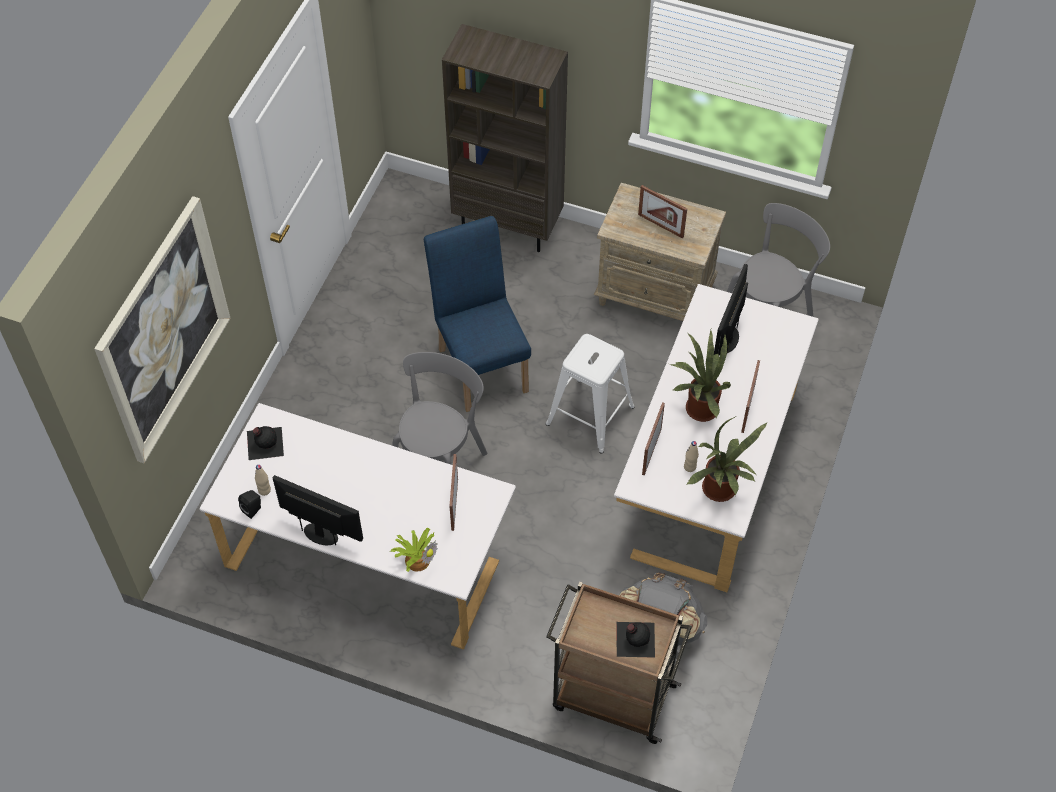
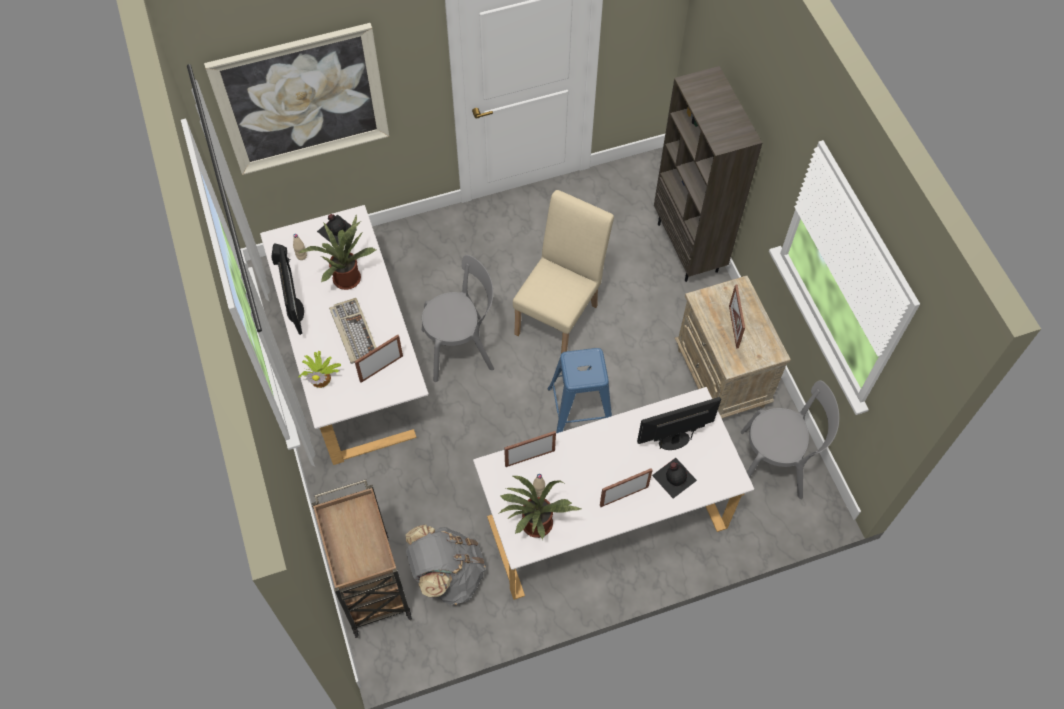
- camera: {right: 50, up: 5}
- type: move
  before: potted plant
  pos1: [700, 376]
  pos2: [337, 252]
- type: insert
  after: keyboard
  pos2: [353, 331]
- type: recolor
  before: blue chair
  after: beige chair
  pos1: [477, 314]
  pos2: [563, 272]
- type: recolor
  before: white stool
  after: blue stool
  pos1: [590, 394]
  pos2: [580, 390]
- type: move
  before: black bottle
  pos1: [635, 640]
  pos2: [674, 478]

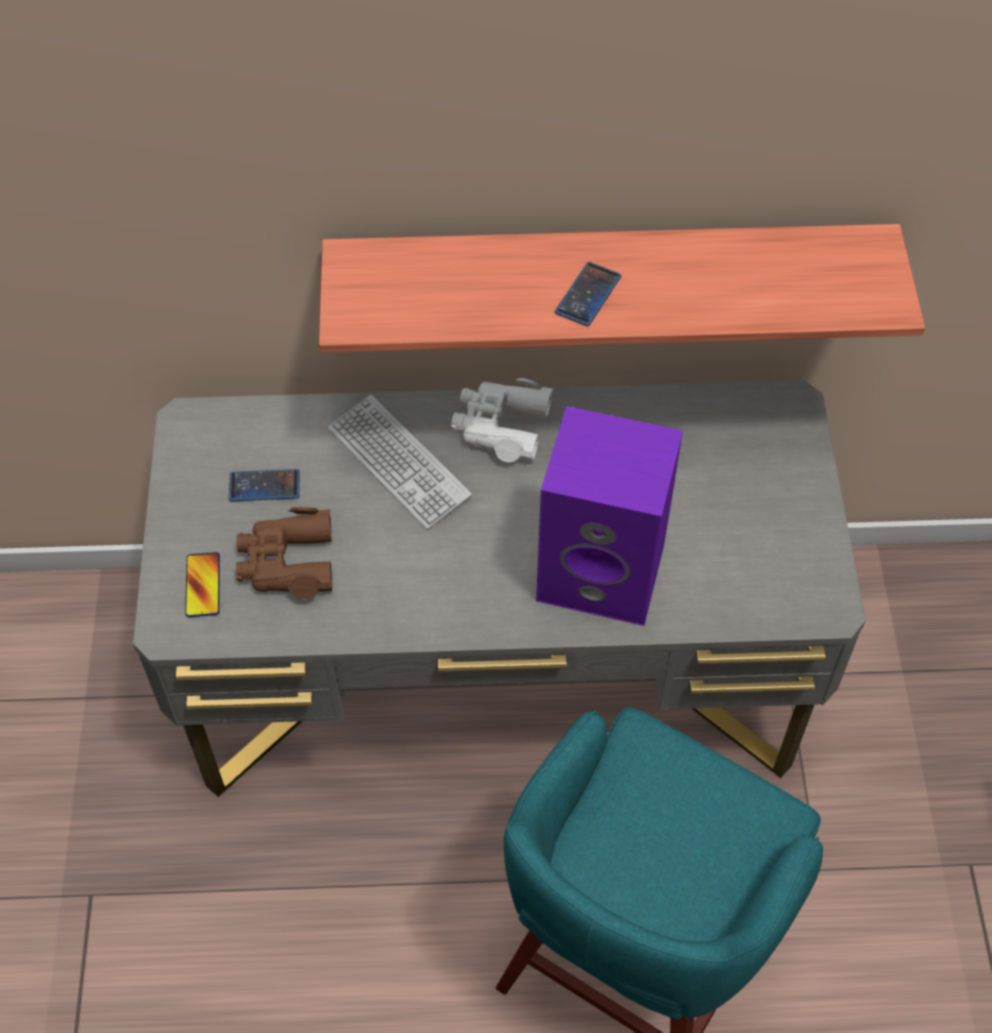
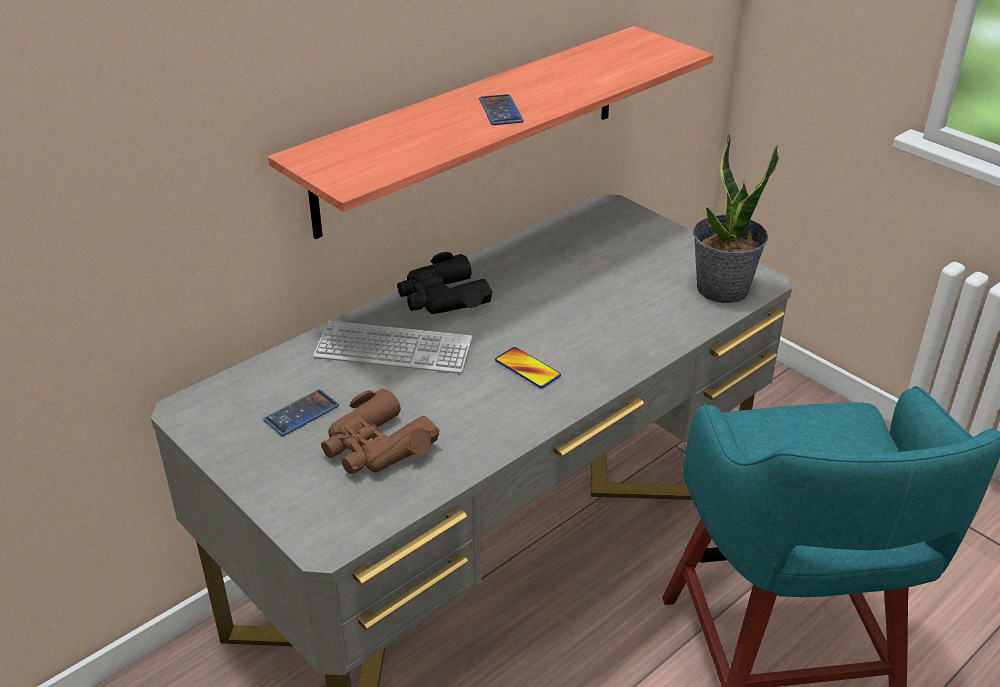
- camera: {right: -40, up: -20}
- type: recolor
  before: white binoculars
  after: black binoculars
  pos1: [502, 420]
  pos2: [445, 283]
- type: move
  before: phone
  pos1: [202, 584]
  pos2: [528, 367]
- type: insert
  after: potted plant
  pos2: [736, 218]
- type: delete
  before: purple speaker
  pos1: [609, 516]

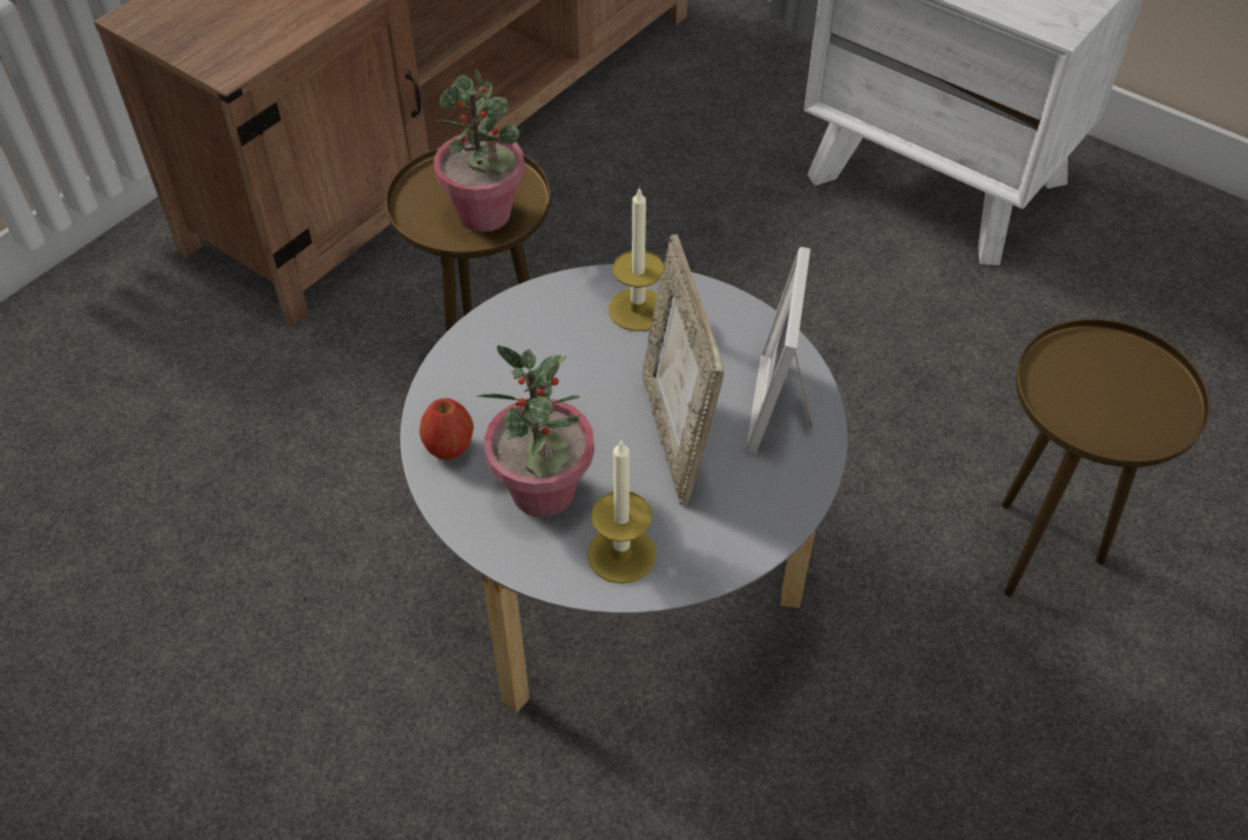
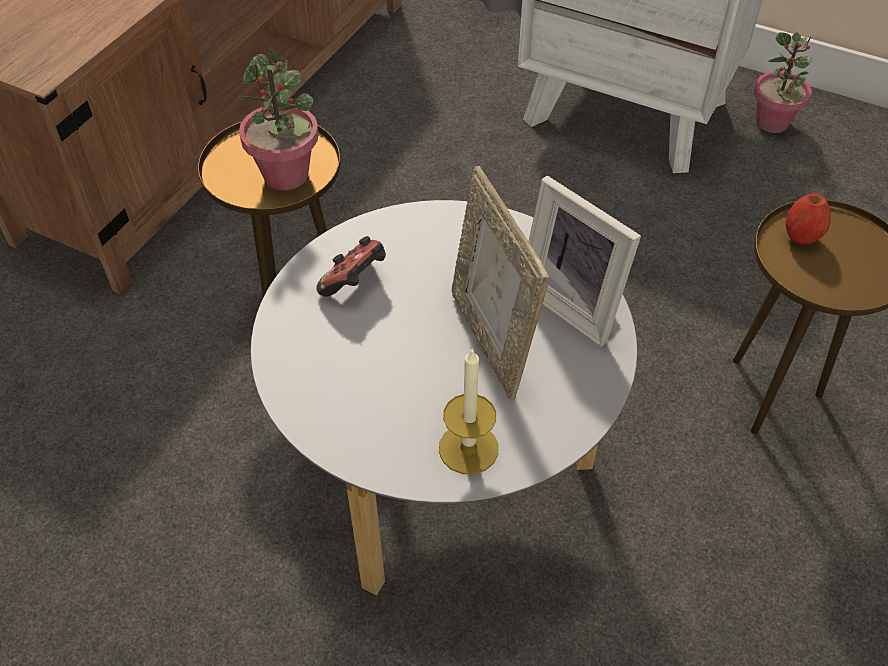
- camera: {right: -10, up: 0}
- type: insert
  after: game controller
  pos2: [351, 266]
- type: rotate
  before: picture frame
  pos1: [779, 350]
  pos2: [585, 261]
  turn: -45
- type: move
  before: potted plant
  pos1: [535, 431]
  pos2: [783, 82]
- type: move
  before: apple
  pos1: [446, 429]
  pos2: [808, 219]
- type: delete
  before: candle
  pos1: [636, 258]

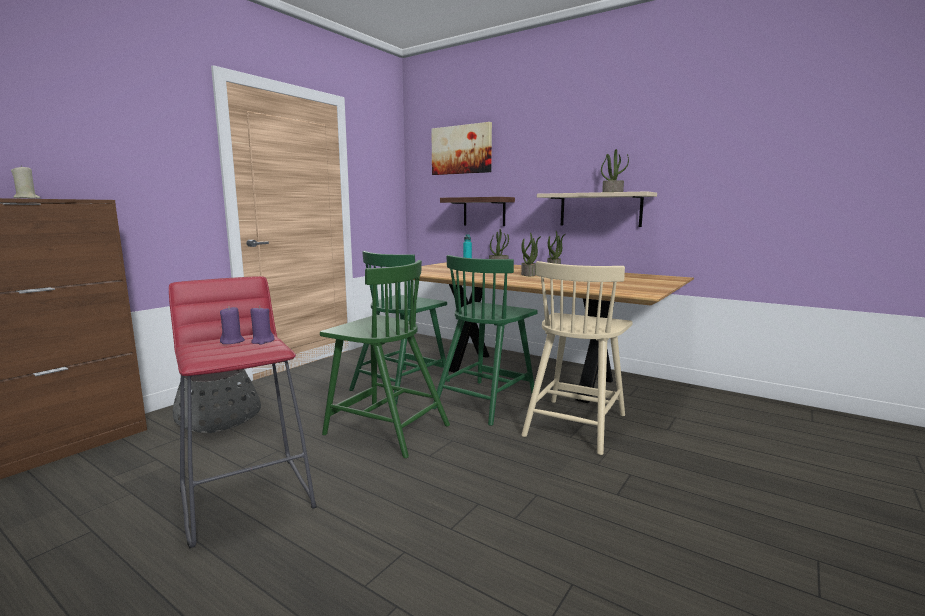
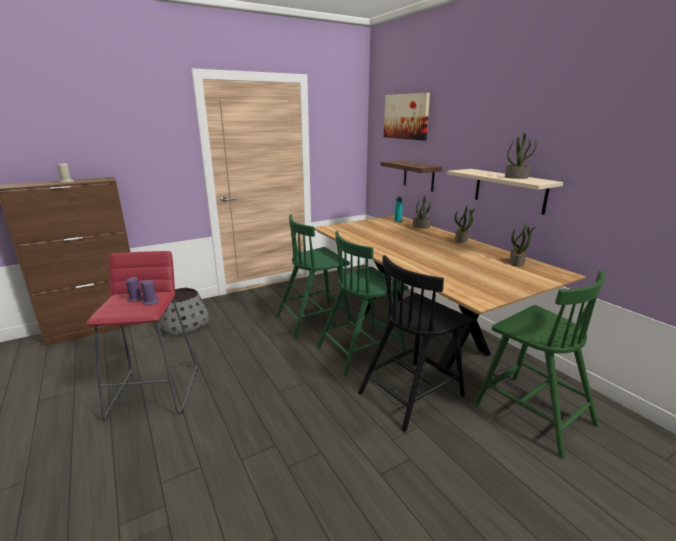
- camera: {right: 25, up: 10}
- type: recolor
  before: beige chair
  after: black chair
  pos1: [577, 358]
  pos2: [415, 343]
- type: move
  before: green chair
  pos1: [385, 359]
  pos2: [540, 364]
- type: move
  before: potted plant
  pos1: [531, 254]
  pos2: [522, 244]

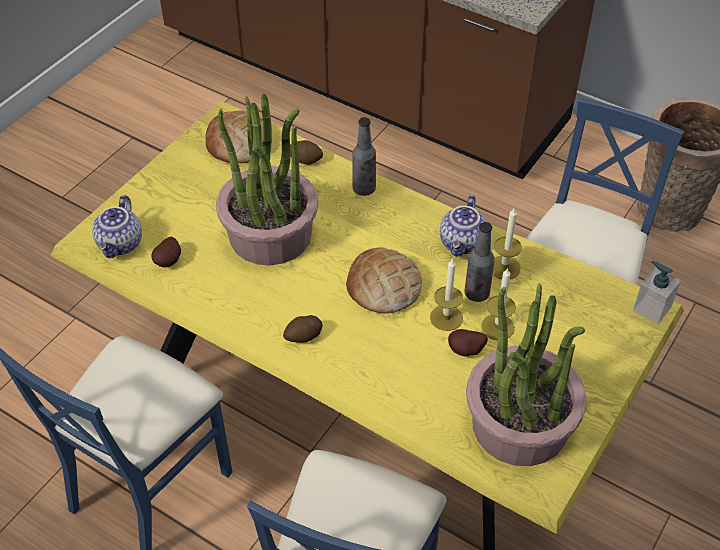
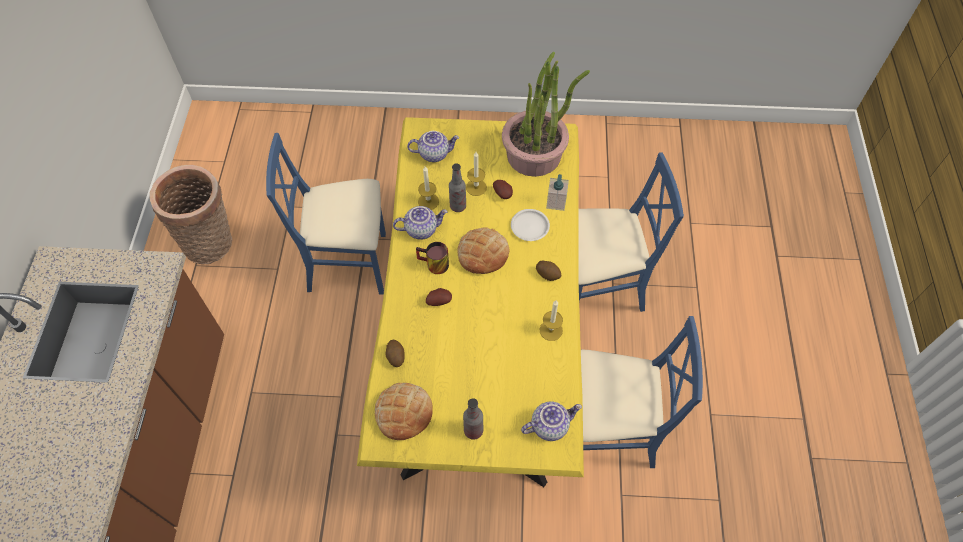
- camera: {right: -120, up: 10}
- type: insert
  after: teapot
  pos2: [433, 146]
- type: insert
  after: mug
  pos2: [432, 258]
- type: move
  before: potato
  pos1: [166, 252]
  pos2: [439, 297]
- type: move
  before: bottle
  pos1: [364, 156]
  pos2: [473, 419]
- type: insert
  after: white plate
  pos2: [530, 225]
- type: move
  before: candle
  pos1: [446, 294]
  pos2: [551, 321]
- type: move
  before: soap dispenser
  pos1: [657, 292]
  pos2: [557, 192]
- type: delete
  before: potted plant
  pos1: [267, 179]

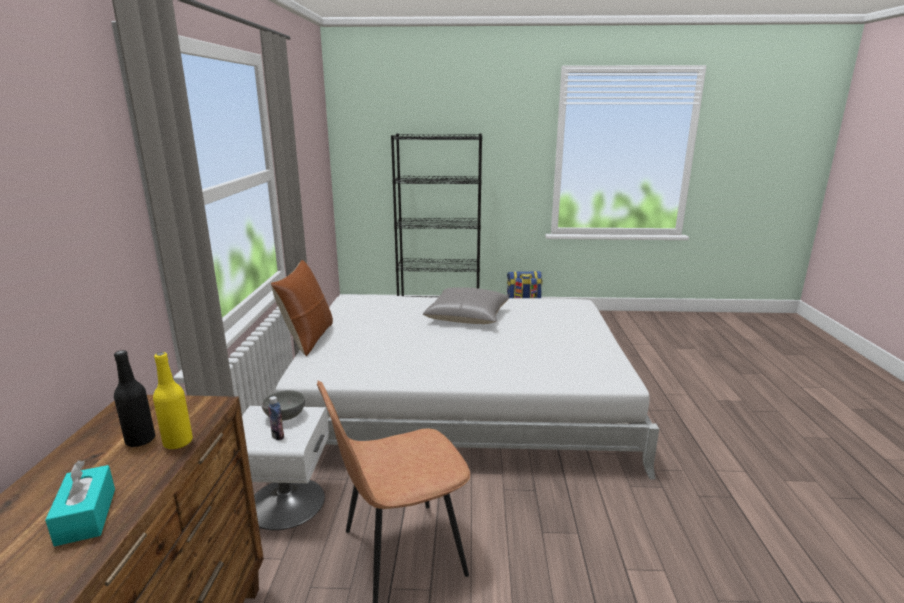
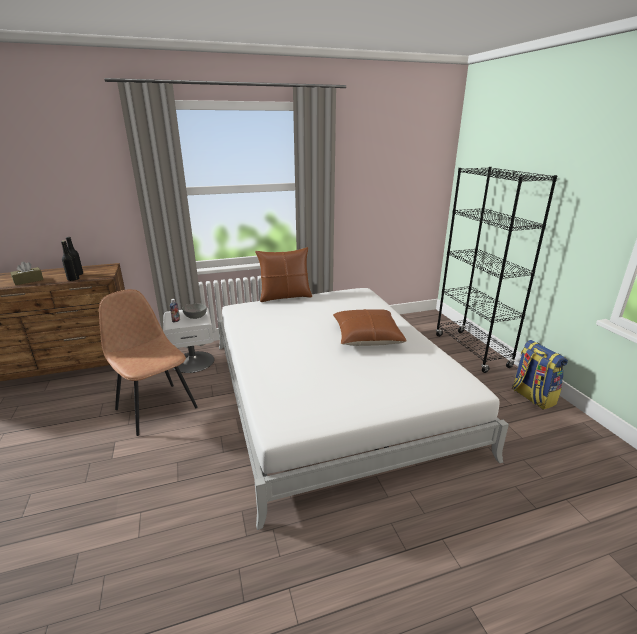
- camera: {right: 70, up: 5}
- type: recolor
  before: turquoise tissue box
  after: brown tissue box
  pos1: [80, 503]
  pos2: [27, 273]
- type: recolor
  before: yellow bottle
  after: black bottle
  pos1: [173, 401]
  pos2: [70, 261]
- type: recolor
  before: grey pillow
  after: brown pillow
  pos1: [466, 305]
  pos2: [369, 327]

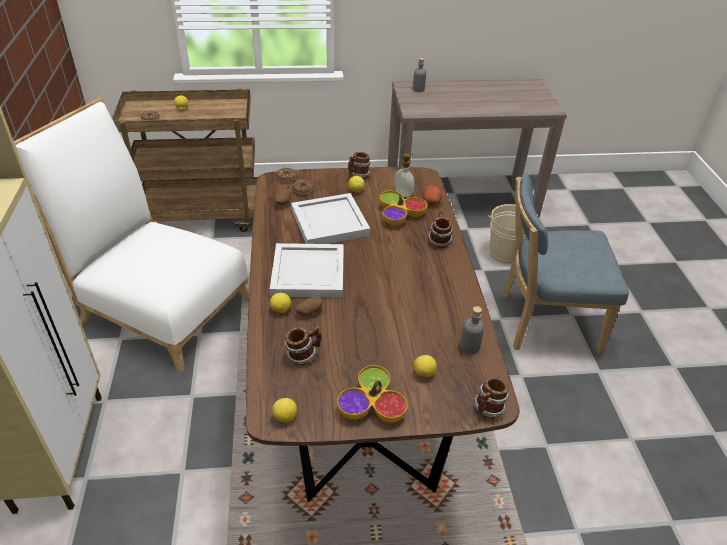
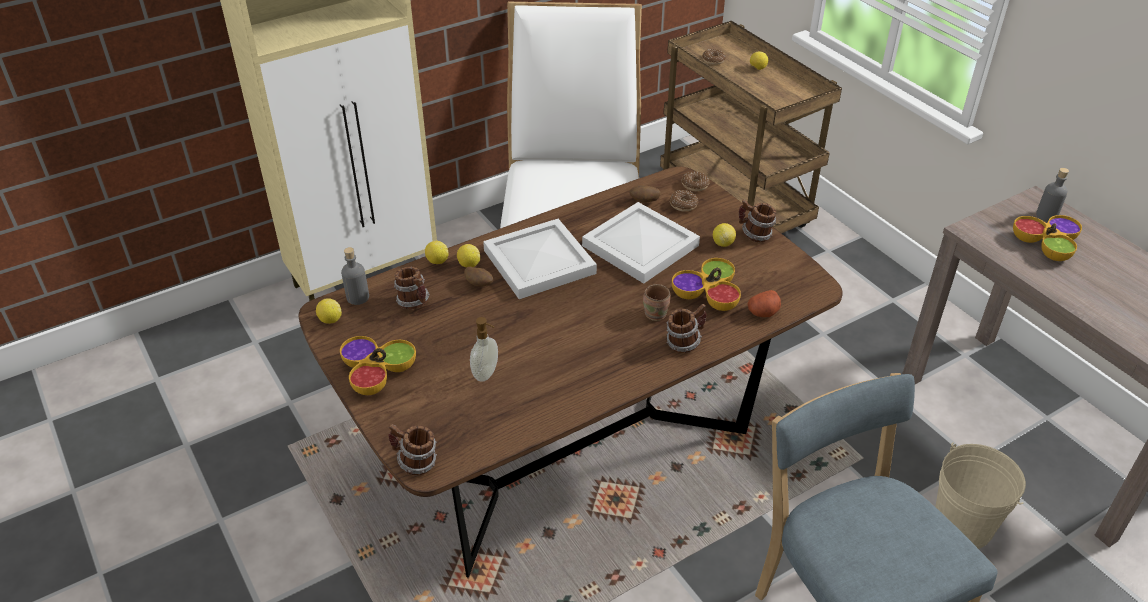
- camera: {right: 65, up: 0}
- type: move
  before: grey bottle
  pos1: [472, 330]
  pos2: [355, 276]
- type: move
  before: lemon
  pos1: [425, 366]
  pos2: [437, 252]
- type: move
  before: soap dispenser
  pos1: [404, 175]
  pos2: [484, 349]
- type: insert
  after: brown mug
  pos2: [657, 302]
- type: insert
  after: bowl
  pos2: [1047, 238]

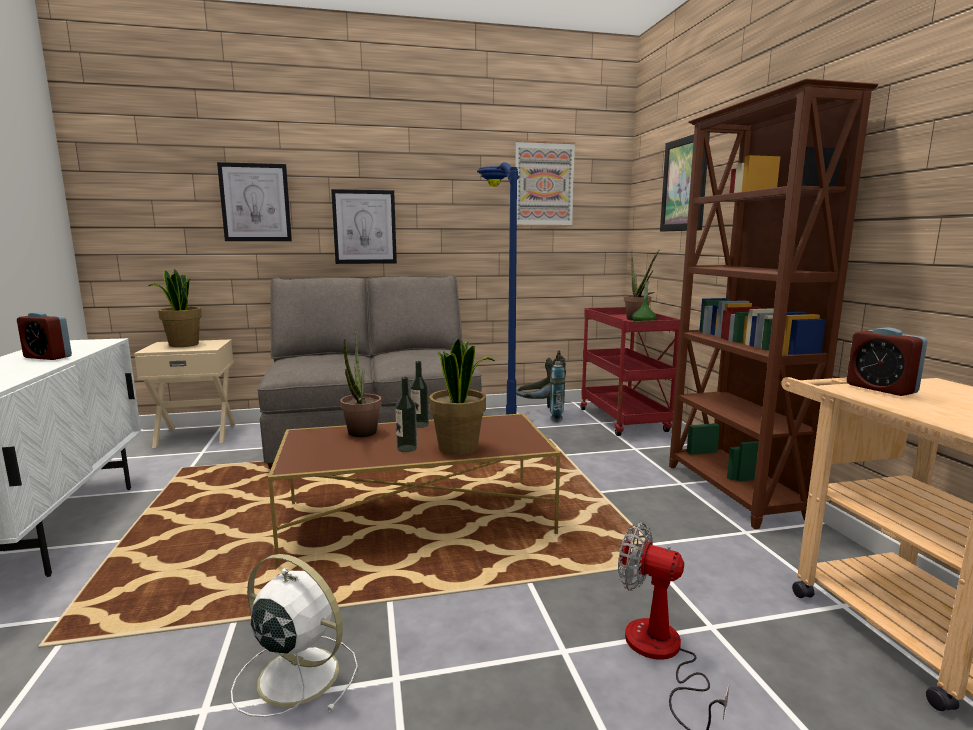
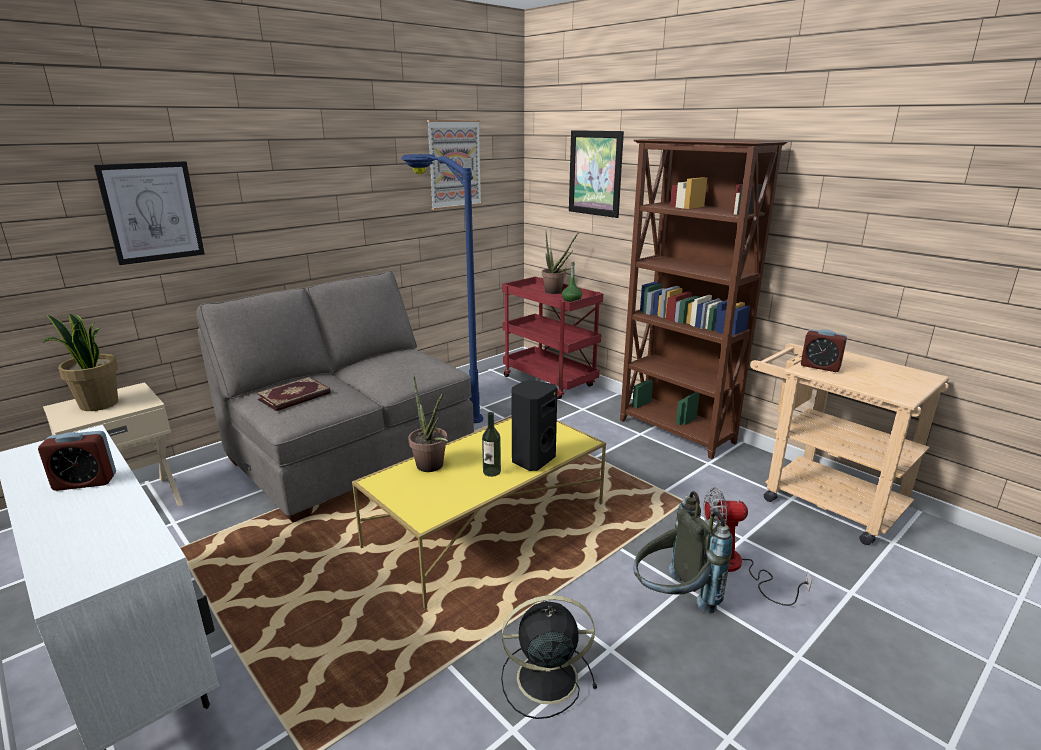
- camera: {right: -30, up: 10}
- type: insert
  after: book
  pos2: [293, 394]
- type: recolor
  before: brown coffee table
  after: yellow coffee table
  pos1: [414, 490]
  pos2: [479, 513]
- type: recolor
  before: white fan
  after: black fan
  pos1: [294, 635]
  pos2: [549, 657]
- type: replace
  before: potted plant
  after: black speaker
  pos1: [462, 397]
  pos2: [534, 425]
- type: move
  before: grey backpack
  pos1: [541, 386]
  pos2: [683, 552]
- type: delete
  before: picture
  pos1: [364, 226]
- type: delete
  before: bottle
  pos1: [419, 394]

